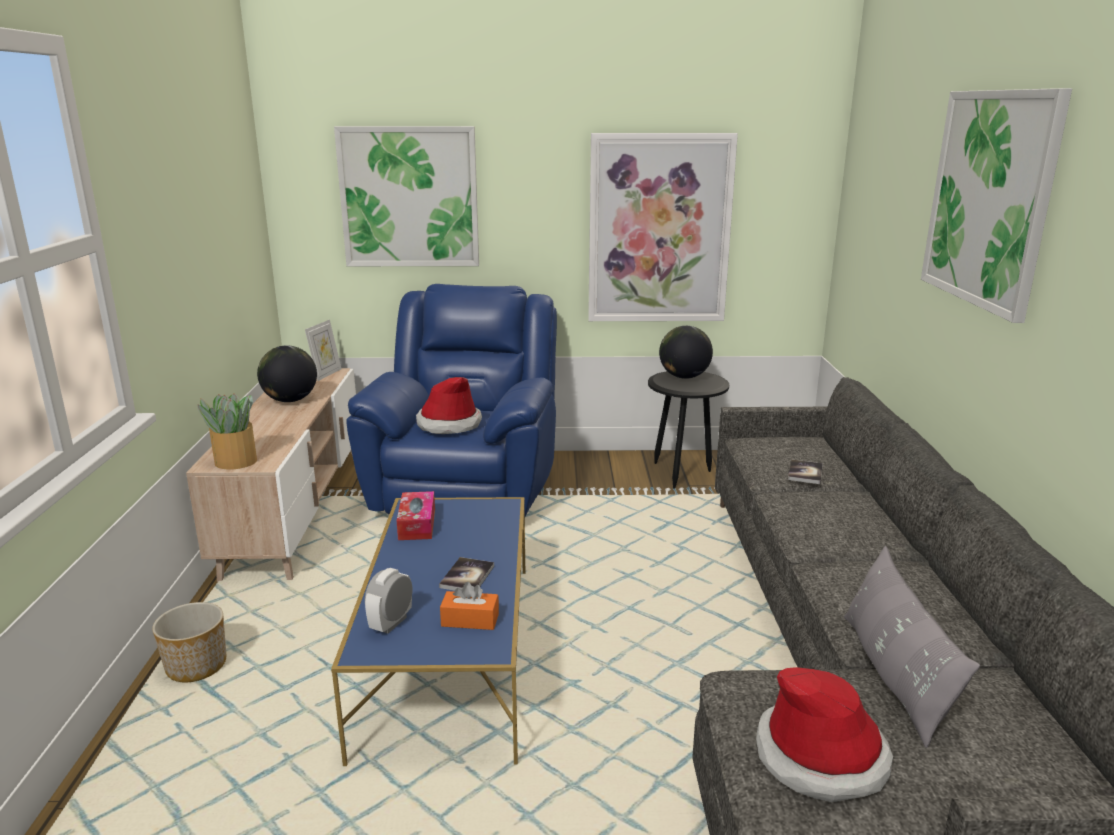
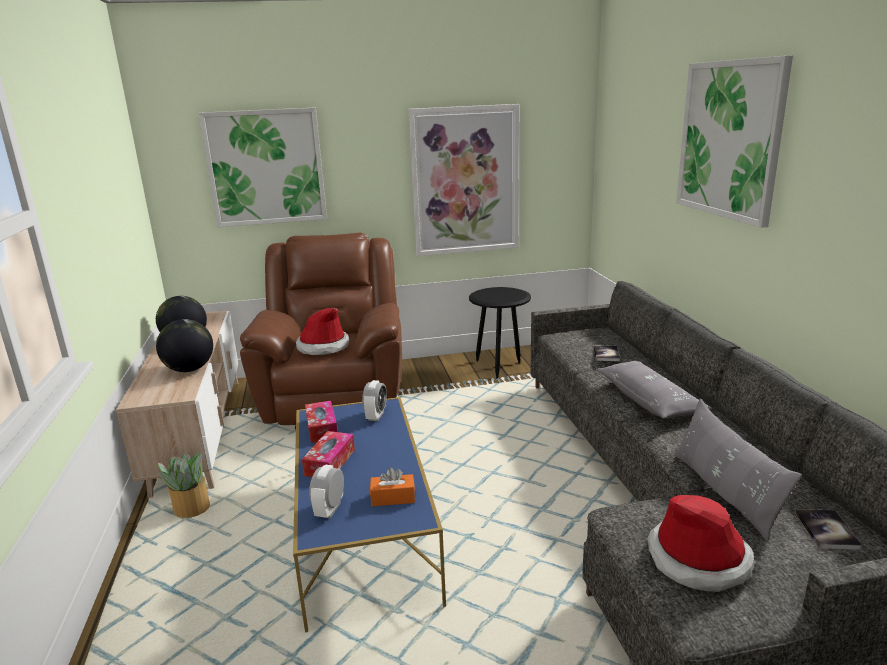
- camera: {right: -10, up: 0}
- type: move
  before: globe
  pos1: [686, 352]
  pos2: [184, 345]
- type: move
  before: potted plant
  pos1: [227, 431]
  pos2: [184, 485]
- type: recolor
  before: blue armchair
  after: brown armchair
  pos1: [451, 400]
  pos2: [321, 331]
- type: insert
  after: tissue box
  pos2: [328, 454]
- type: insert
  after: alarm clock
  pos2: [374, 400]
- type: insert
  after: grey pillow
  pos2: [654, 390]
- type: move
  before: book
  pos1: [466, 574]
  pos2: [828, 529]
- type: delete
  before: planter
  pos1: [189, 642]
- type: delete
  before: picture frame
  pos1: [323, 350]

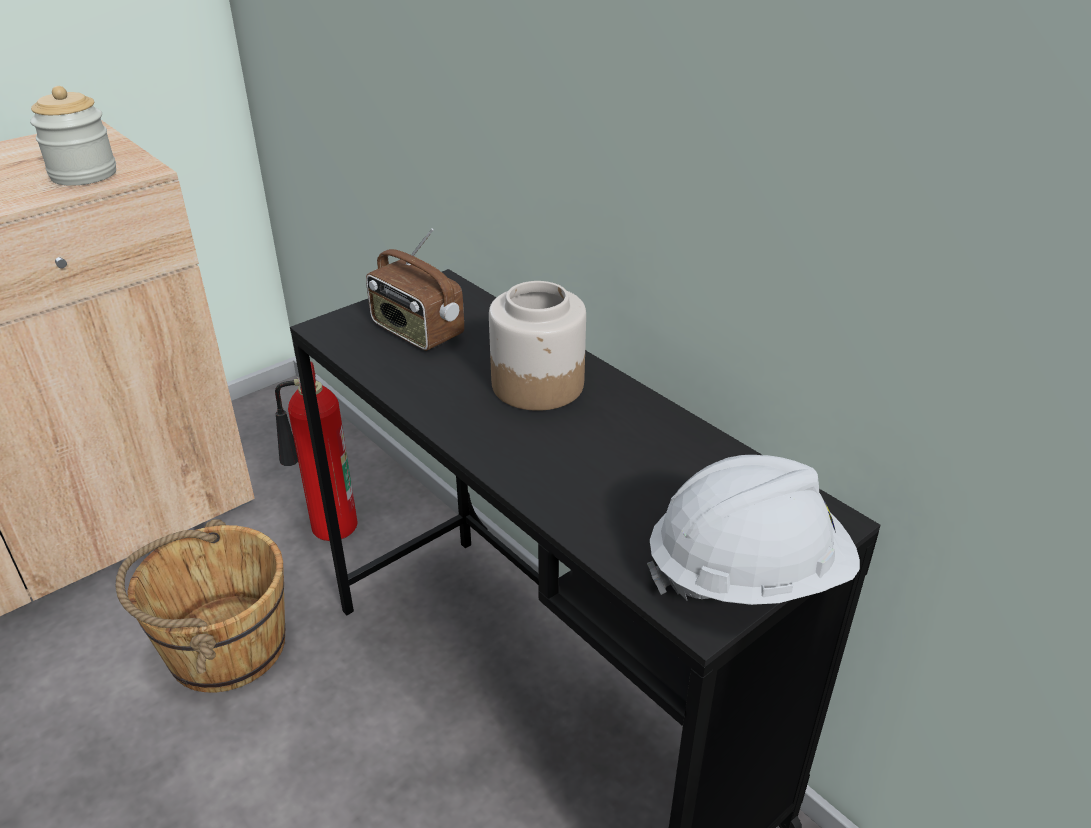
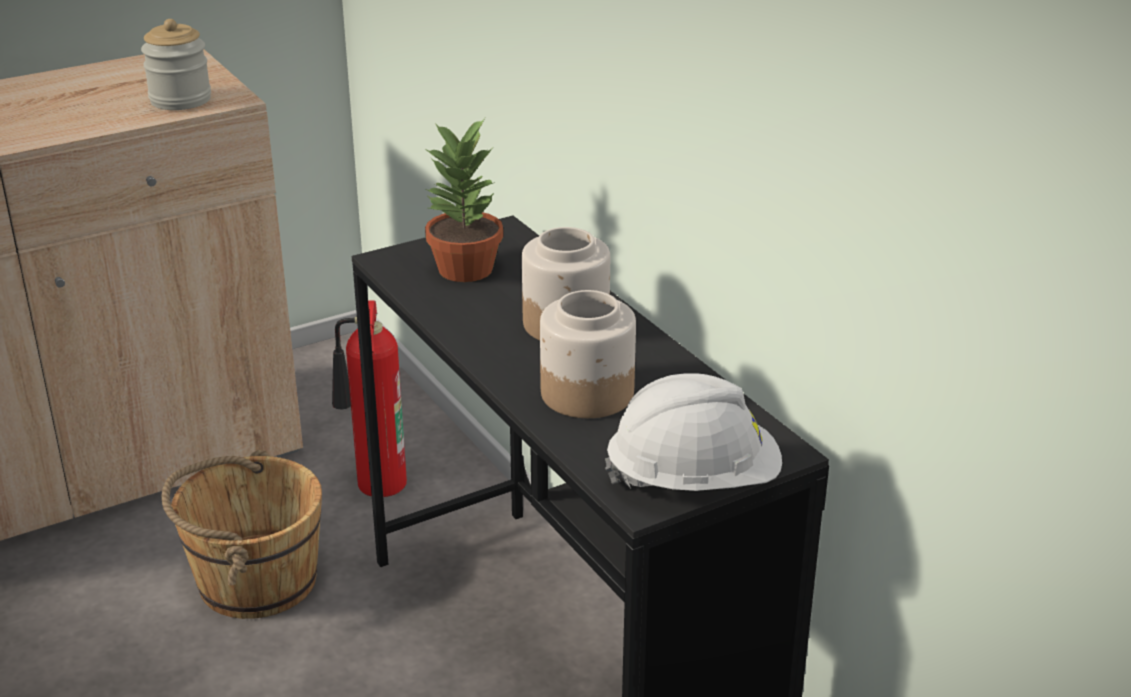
- camera: {right: 10, up: -5}
- type: replace
  before: radio
  after: potted plant
  pos1: [415, 289]
  pos2: [464, 200]
- type: insert
  after: jar
  pos2: [588, 354]

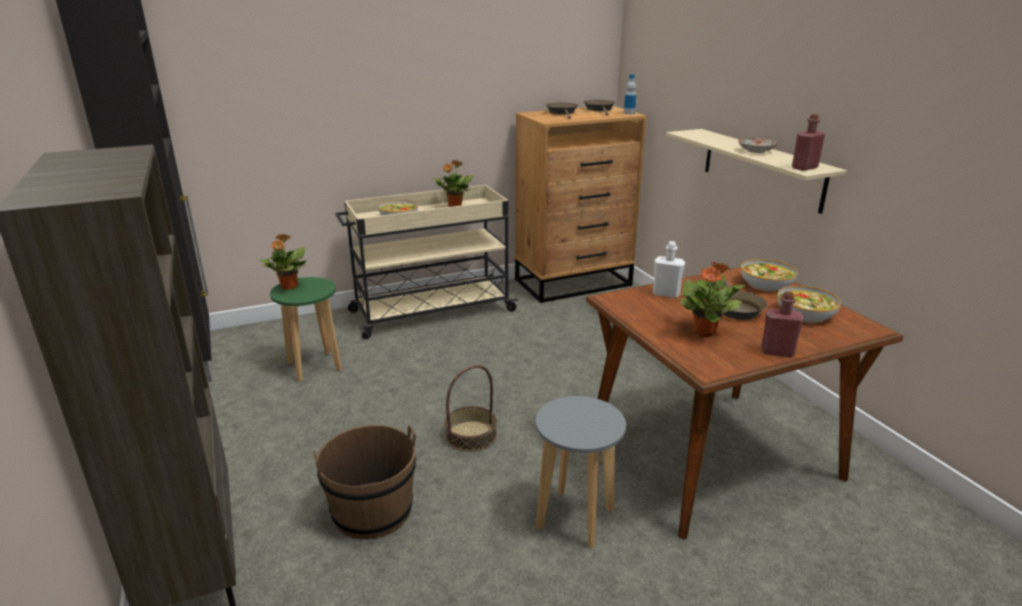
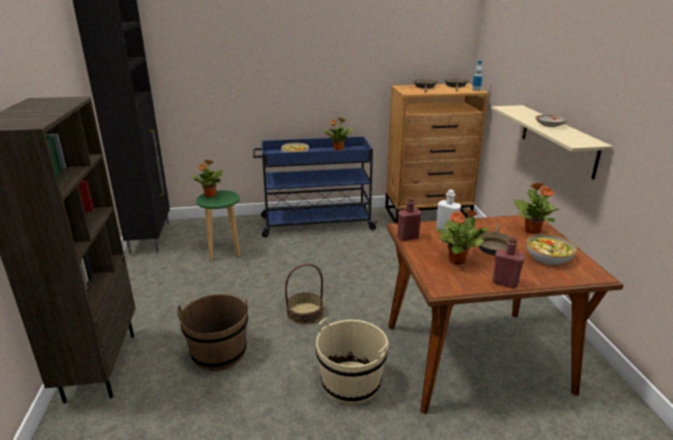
- camera: {right: 15, up: 0}
- type: recolor
  before: beige cart
  after: blue cart
  pos1: [426, 262]
  pos2: [315, 186]
- type: replace
  before: grey stool
  after: beige bucket
  pos1: [581, 472]
  pos2: [352, 361]
- type: move
  before: red bottle
  pos1: [808, 142]
  pos2: [409, 219]
- type: replace
  before: bowl
  after: potted plant
  pos1: [769, 275]
  pos2: [536, 208]

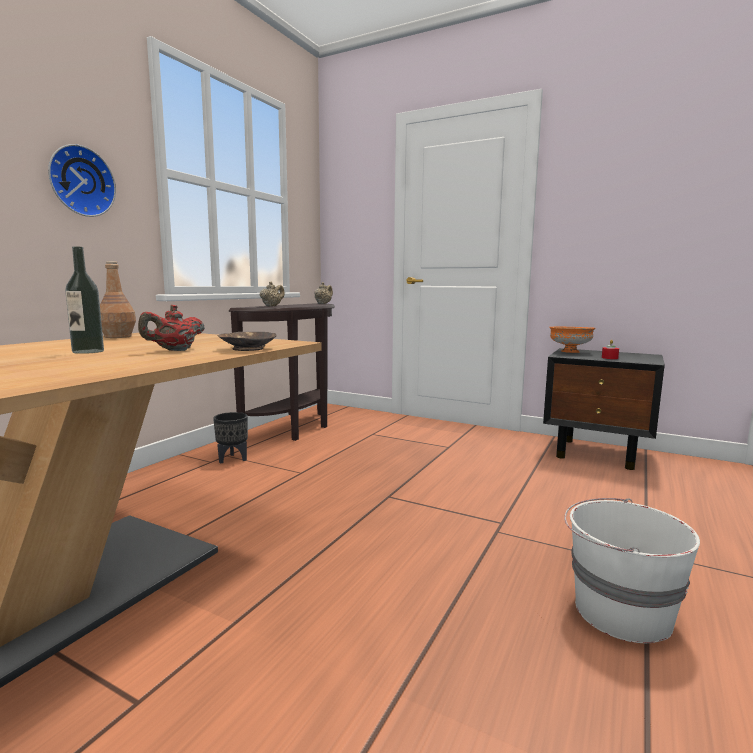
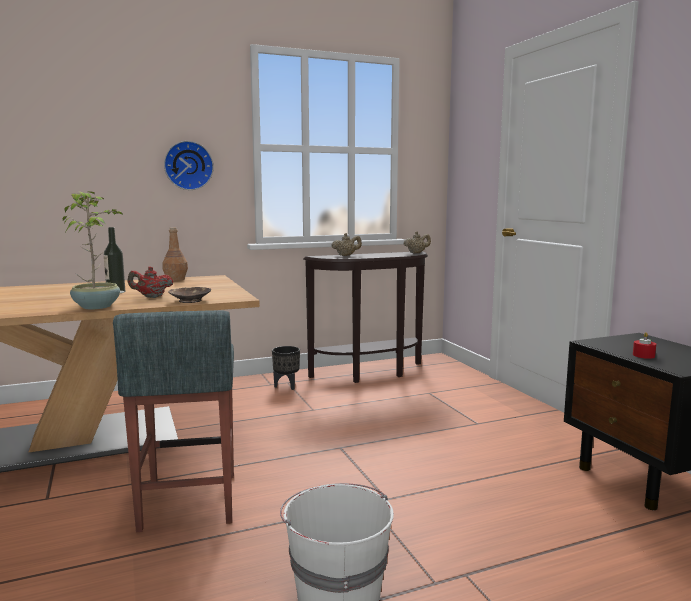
- camera: {right: 40, up: 0}
- type: insert
  after: potted plant
  pos2: [93, 250]
- type: insert
  after: grey stool
  pos2: [173, 421]
- type: delete
  before: orange bowl
  pos1: [572, 340]

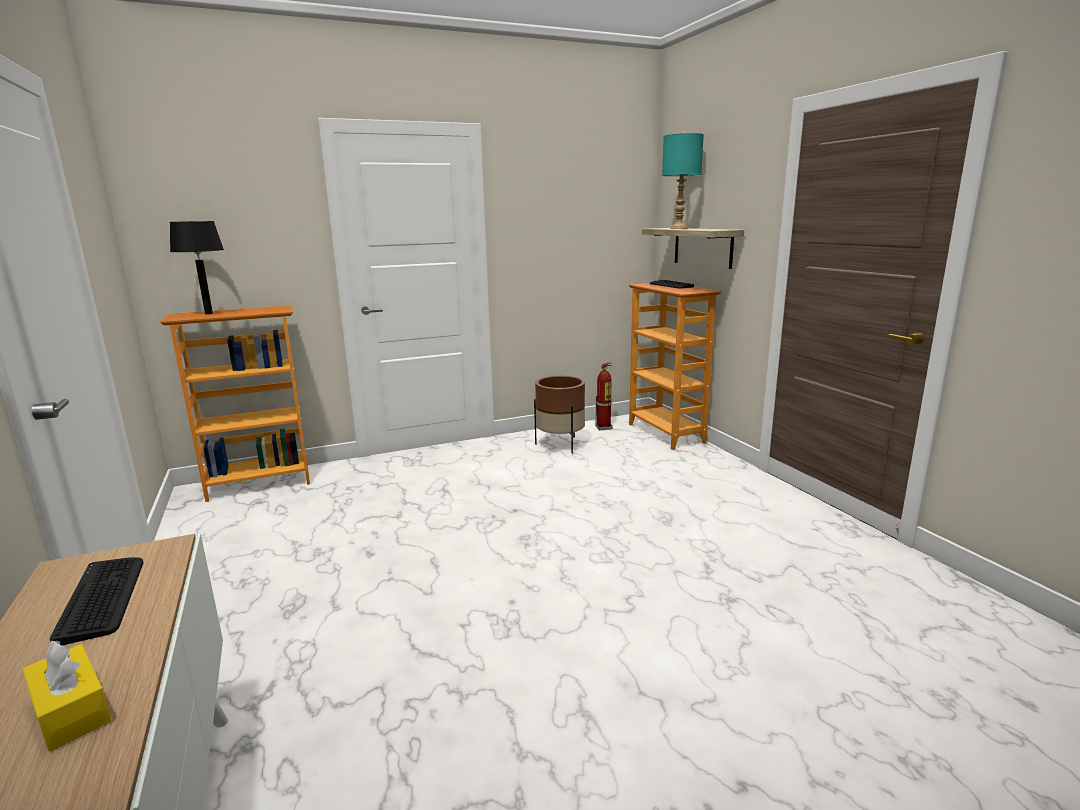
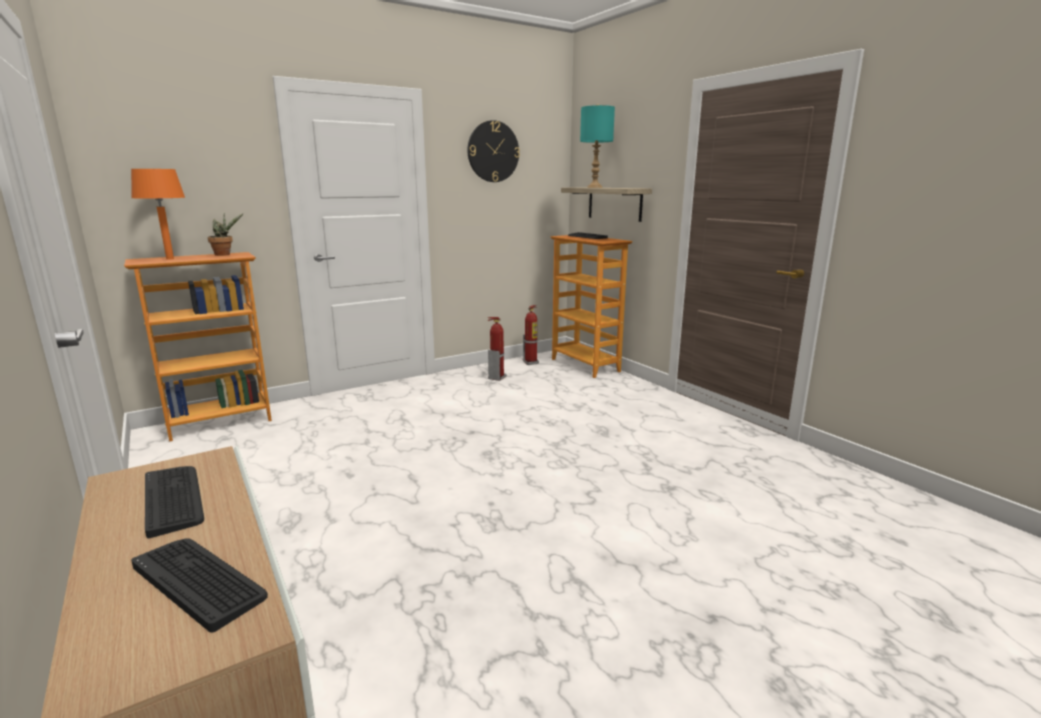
- camera: {right: -10, up: 0}
- type: recolor
  before: black table lamp
  after: orange table lamp
  pos1: [197, 267]
  pos2: [158, 214]
- type: replace
  before: yellow tissue box
  after: keyboard
  pos1: [67, 696]
  pos2: [199, 585]
- type: insert
  after: potted plant
  pos2: [225, 234]
- type: insert
  after: wall clock
  pos2: [493, 151]
- type: replace
  before: brown planter
  after: fire extinguisher
  pos1: [559, 414]
  pos2: [497, 349]

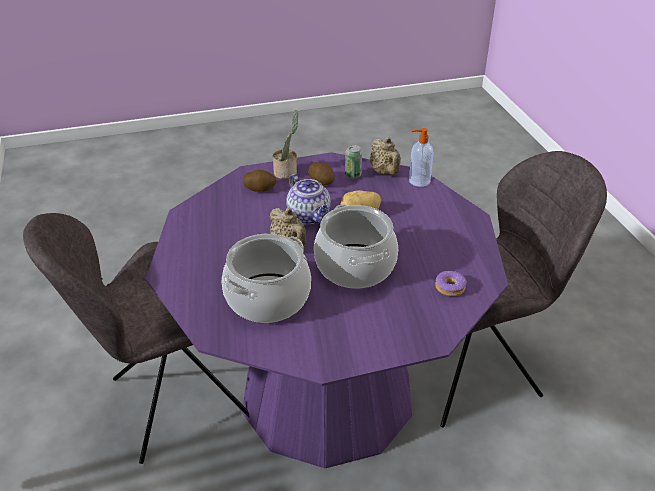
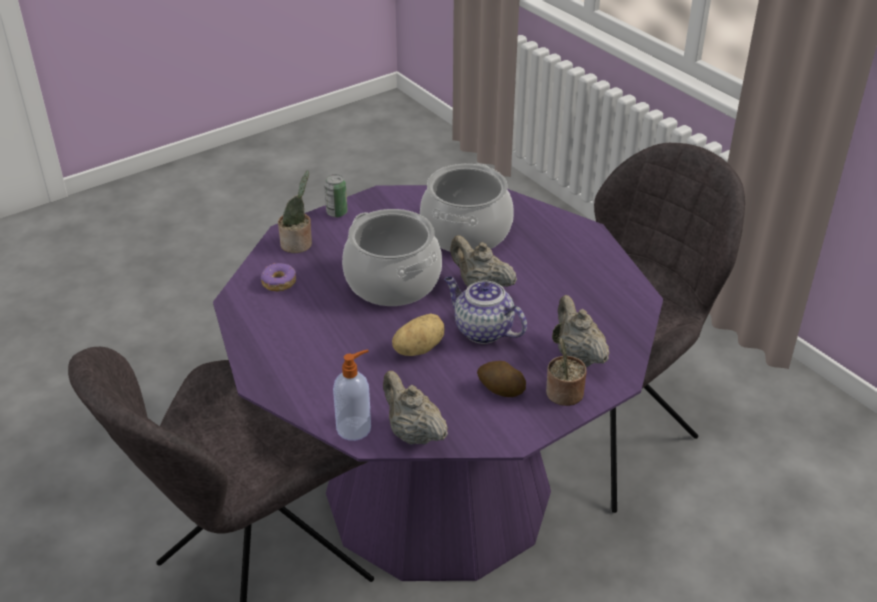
- camera: {right: 160, up: 0}
- type: insert
  after: potted plant
  pos2: [295, 212]
- type: move
  before: can
  pos1: [353, 162]
  pos2: [335, 195]
- type: replace
  before: potato
  after: beige teapot
  pos1: [260, 181]
  pos2: [584, 331]

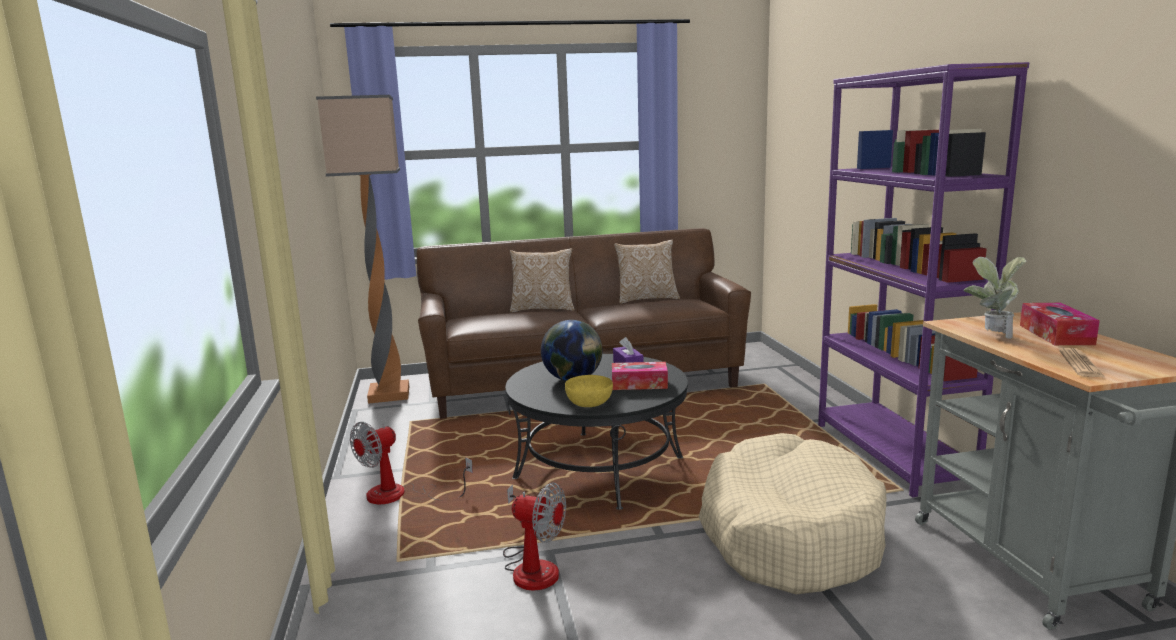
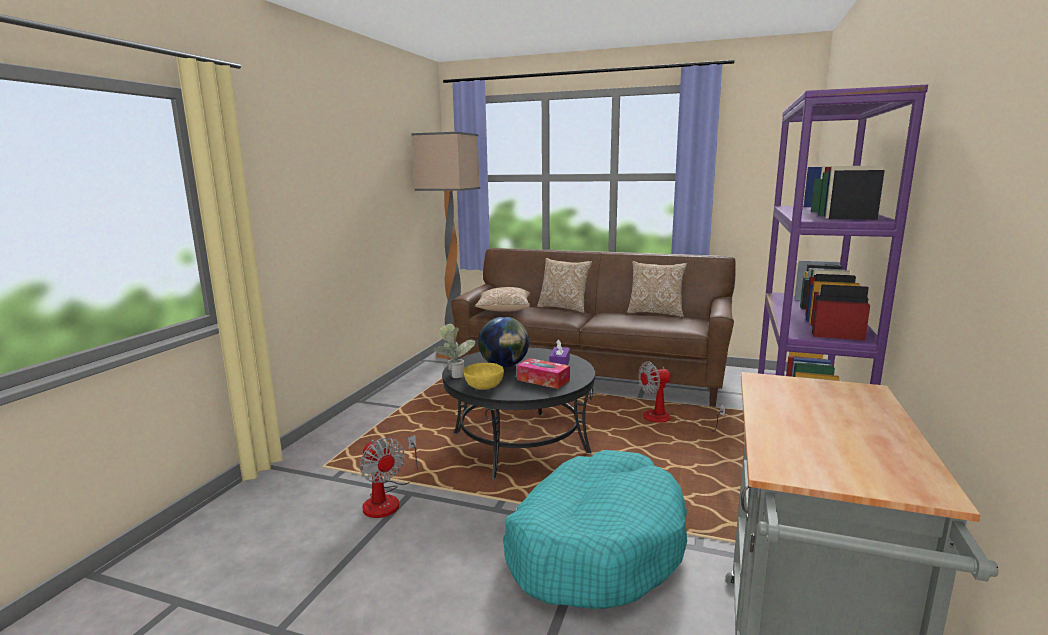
- camera: {right: 30, up: 0}
- type: move
  before: potted plant
  pos1: [994, 298]
  pos2: [454, 351]
- type: insert
  after: pillow
  pos2: [502, 299]
- type: recolor
  before: beige dog bed
  after: turquoise dog bed
  pos1: [792, 514]
  pos2: [595, 529]
- type: move
  before: fan
  pos1: [411, 463]
  pos2: [682, 396]
- type: delete
  before: tissue box
  pos1: [1060, 324]
- type: delete
  before: newspaper
  pos1: [1082, 362]

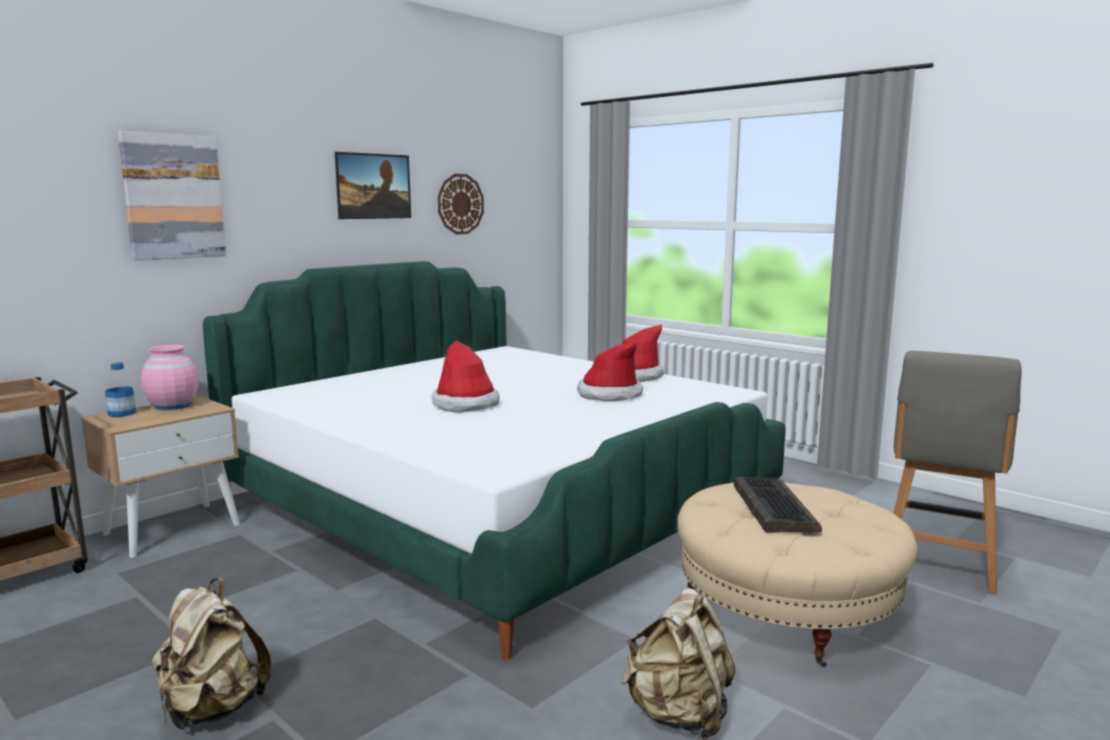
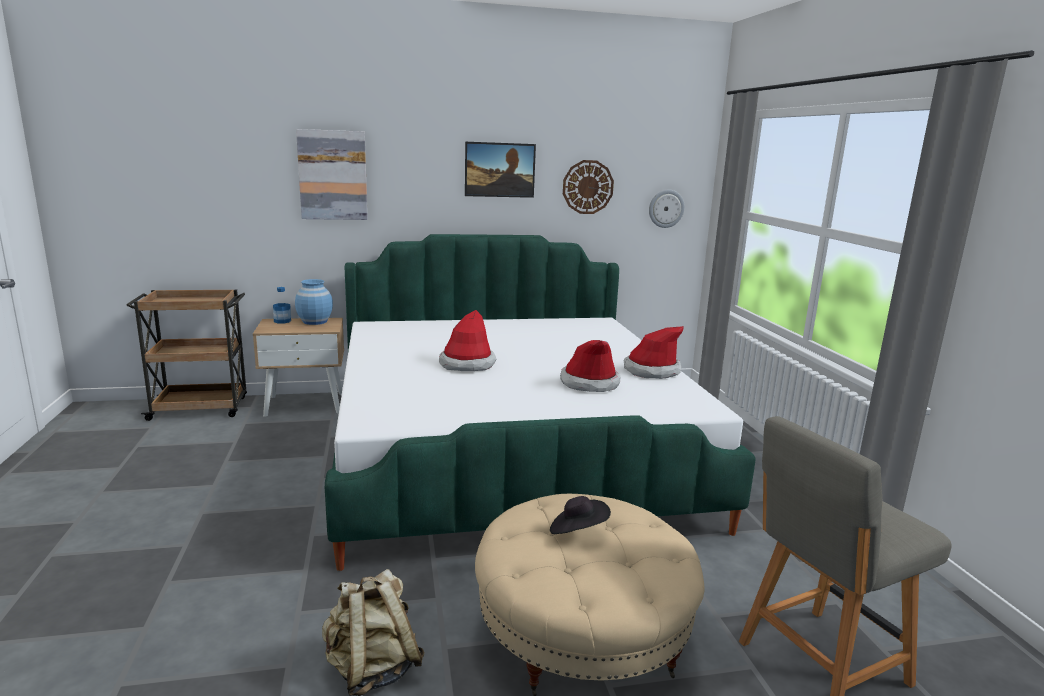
- camera: {right: 35, up: 5}
- type: recolor
  before: pink vase
  after: blue vase
  pos1: [170, 377]
  pos2: [314, 302]
- type: replace
  before: keyboard
  after: black hat
  pos1: [778, 504]
  pos2: [580, 515]
- type: insert
  after: wall clock
  pos2: [667, 208]
- type: delete
  before: beige backpack
  pos1: [212, 654]

